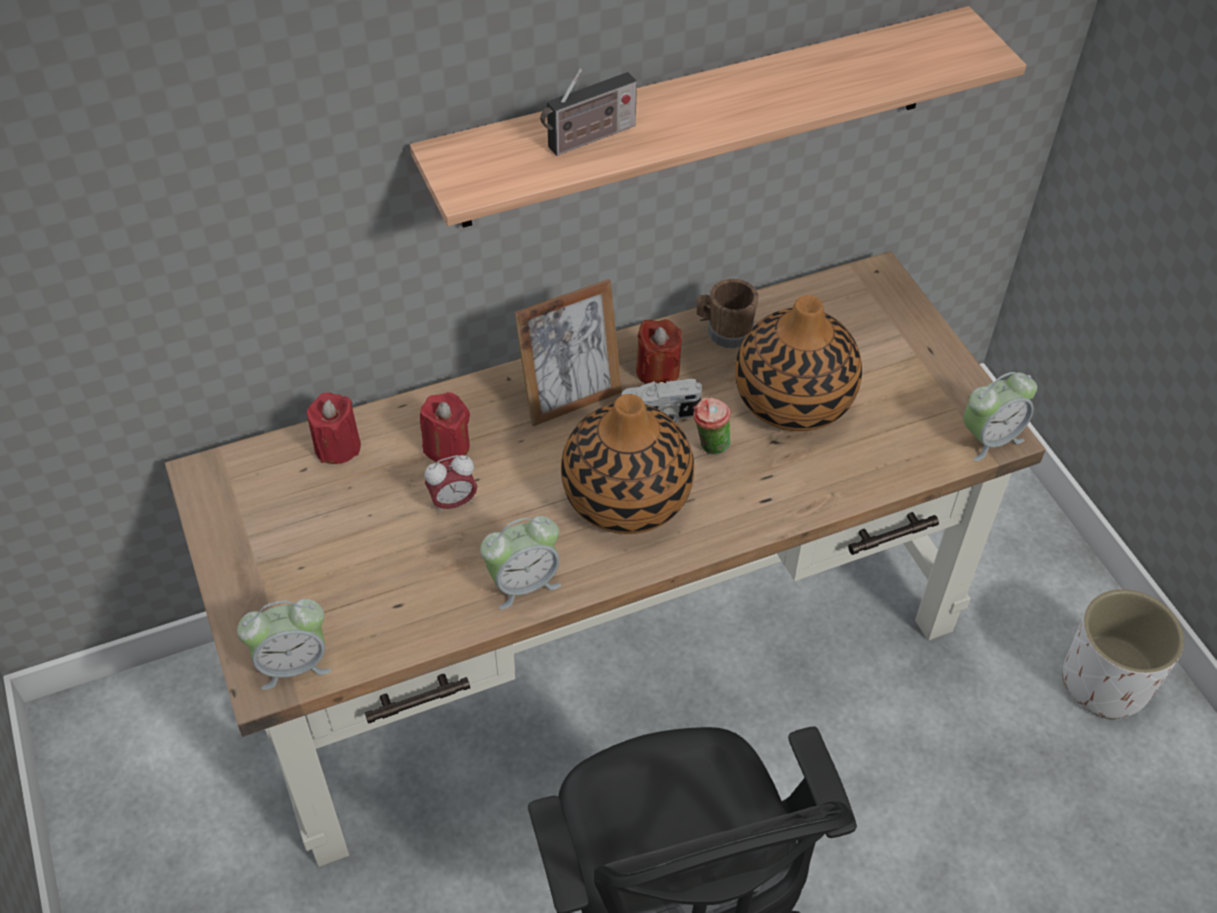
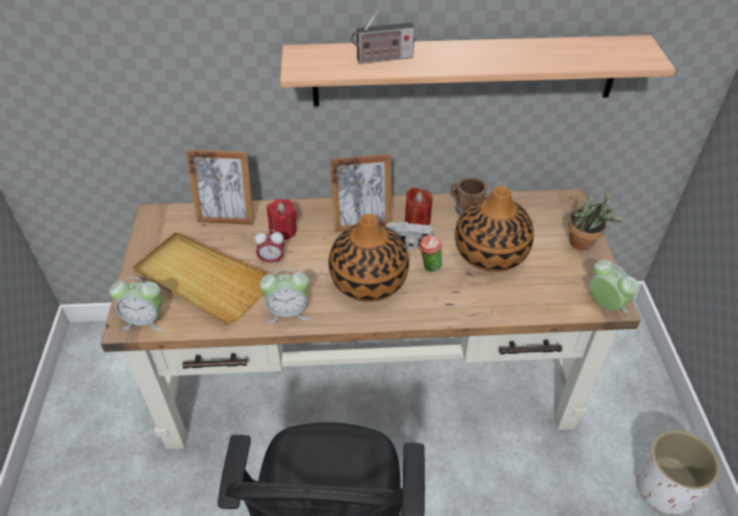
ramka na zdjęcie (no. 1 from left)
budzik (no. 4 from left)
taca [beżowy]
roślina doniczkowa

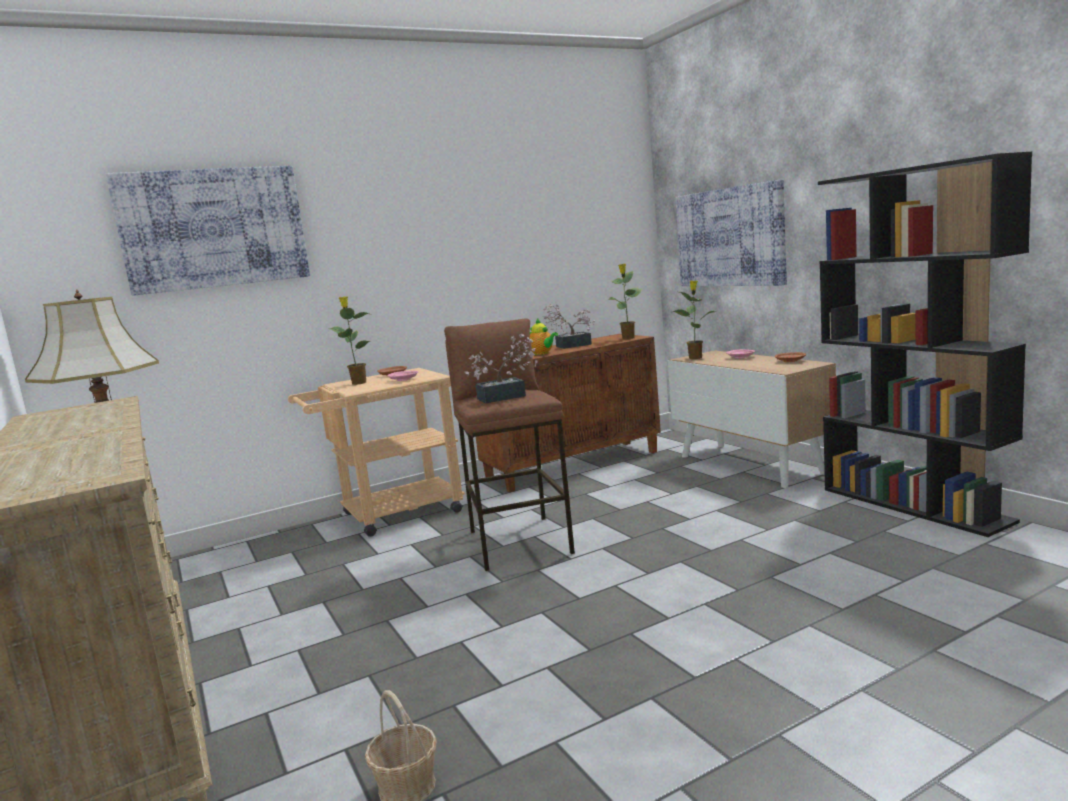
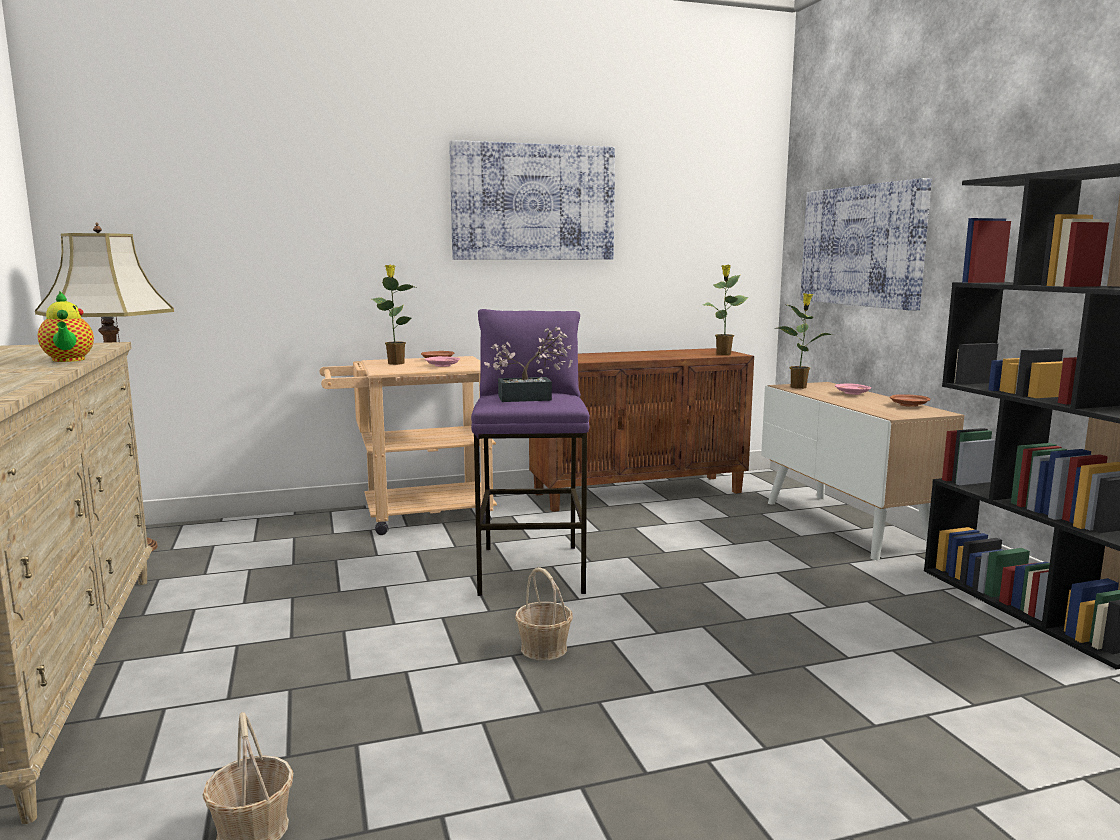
obraz (no. 1 from left)
stołek [fioletowy]
imbryk
roślina doniczkowa (no. 3 from left in the first image)
koszyk (no. 2 from left)

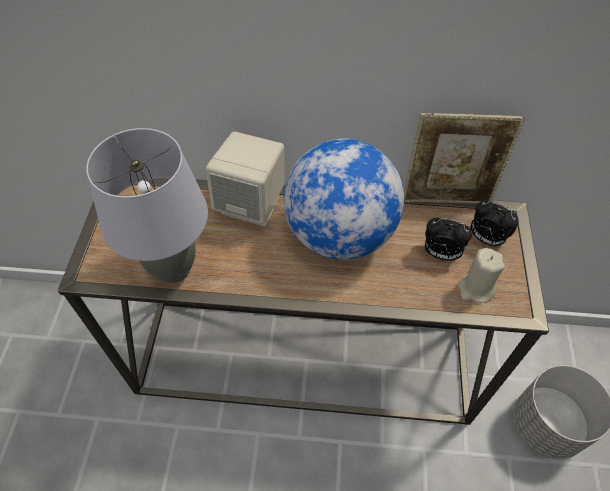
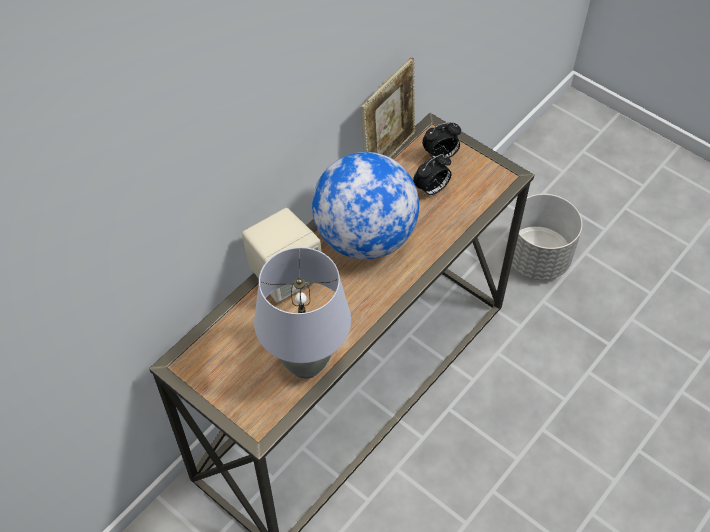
świeca [beżowy]

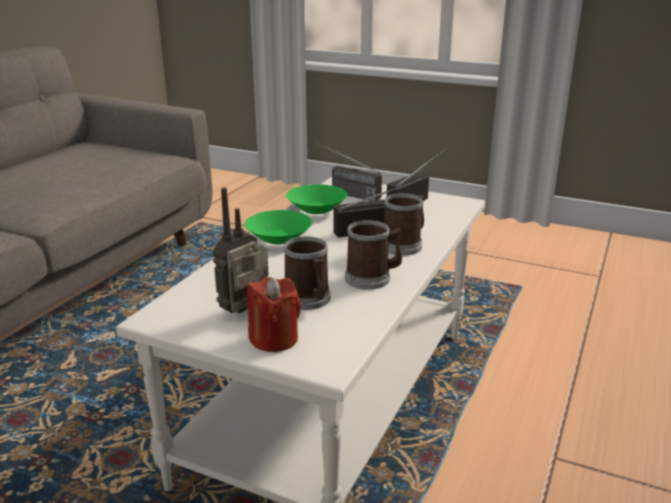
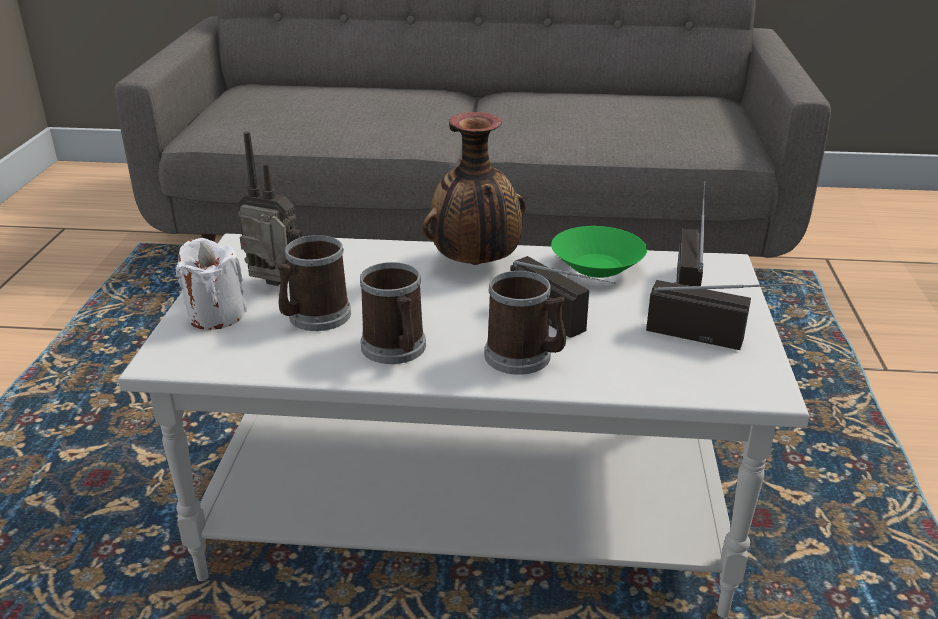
wazon
świeca [biały]

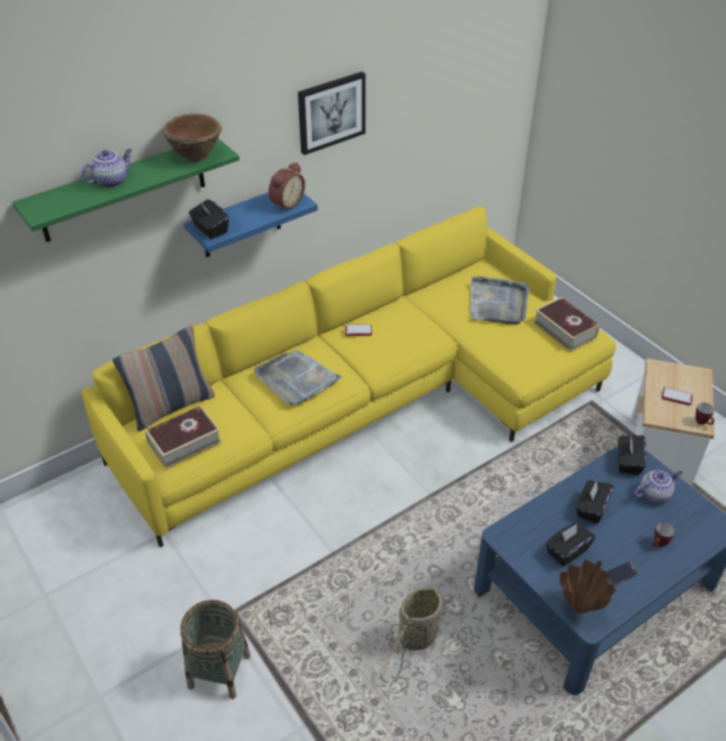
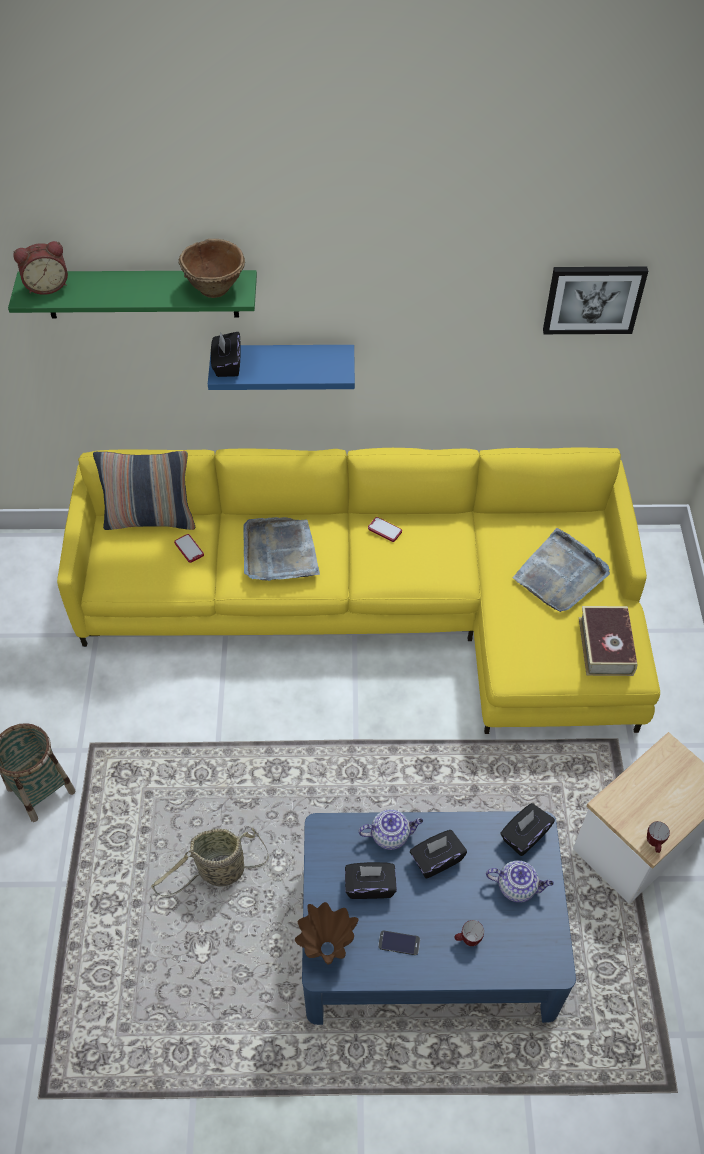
imbryk (no. 1 from left)
książka (no. 1 from left in the first image)
budzik
obraz
telefon (no. 1 from left)

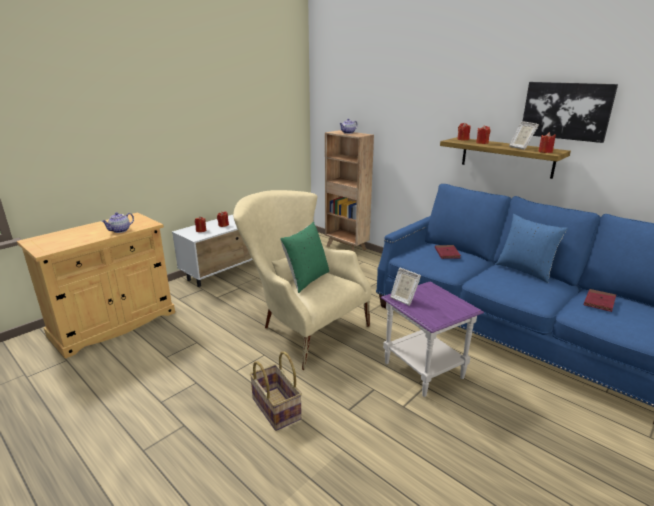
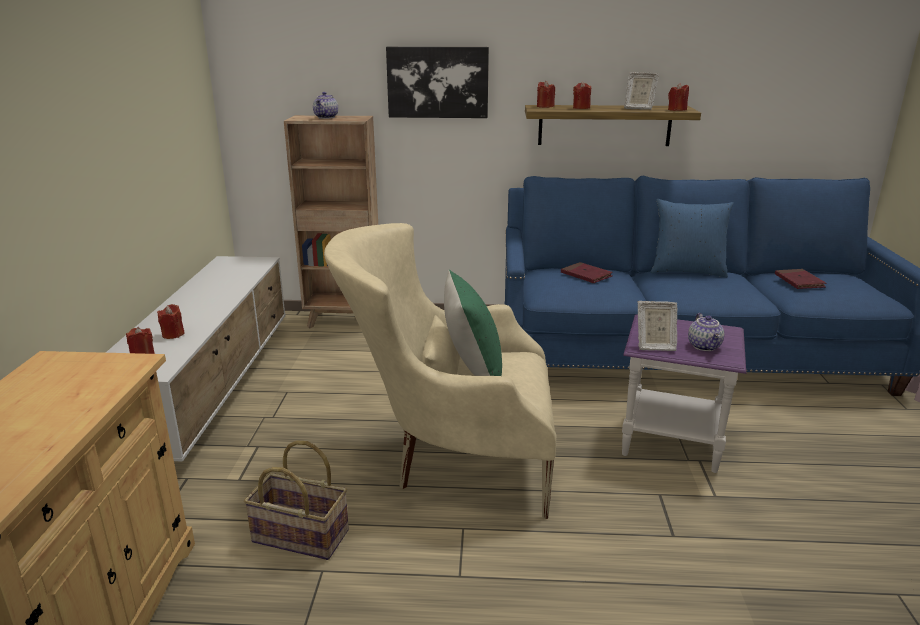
imbryk (no. 2 from left)
koszyk
obraz

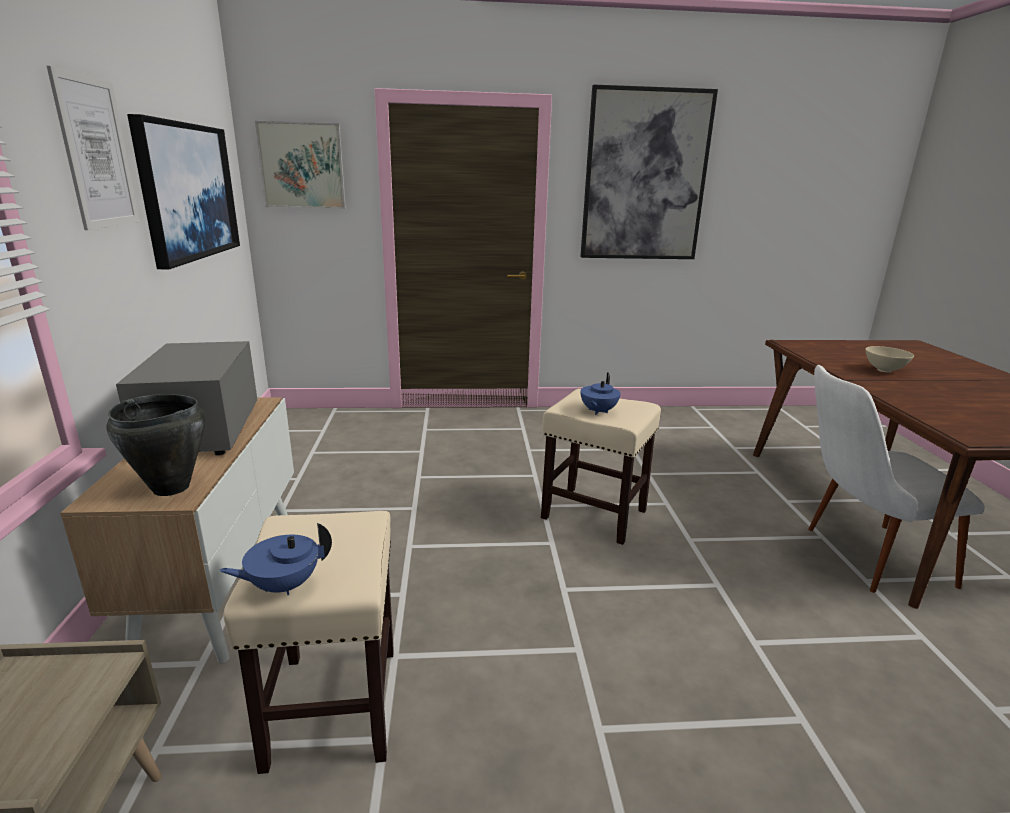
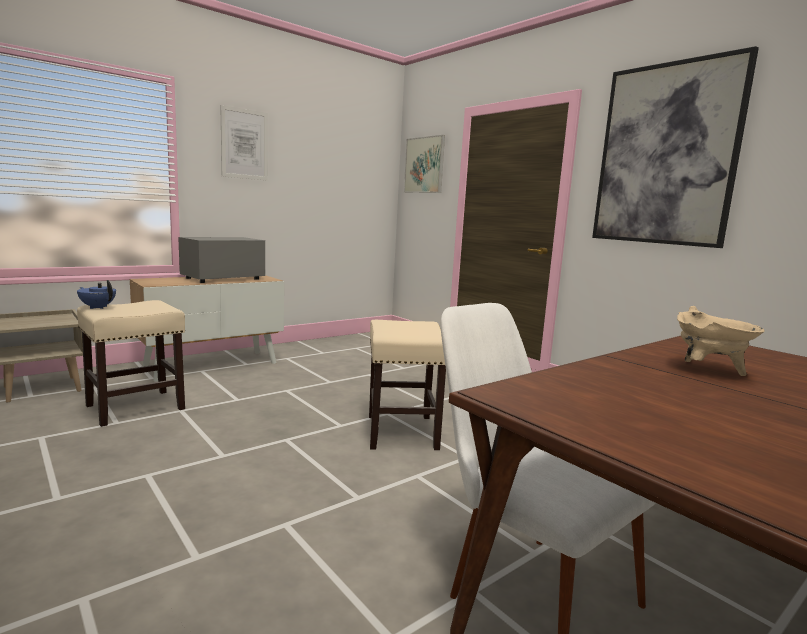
garnek [czarny]
obraz (no. 2 from left in the first image)
imbryk [niebieski] (no. 2 from left in the first image)
garnek [beżowy]

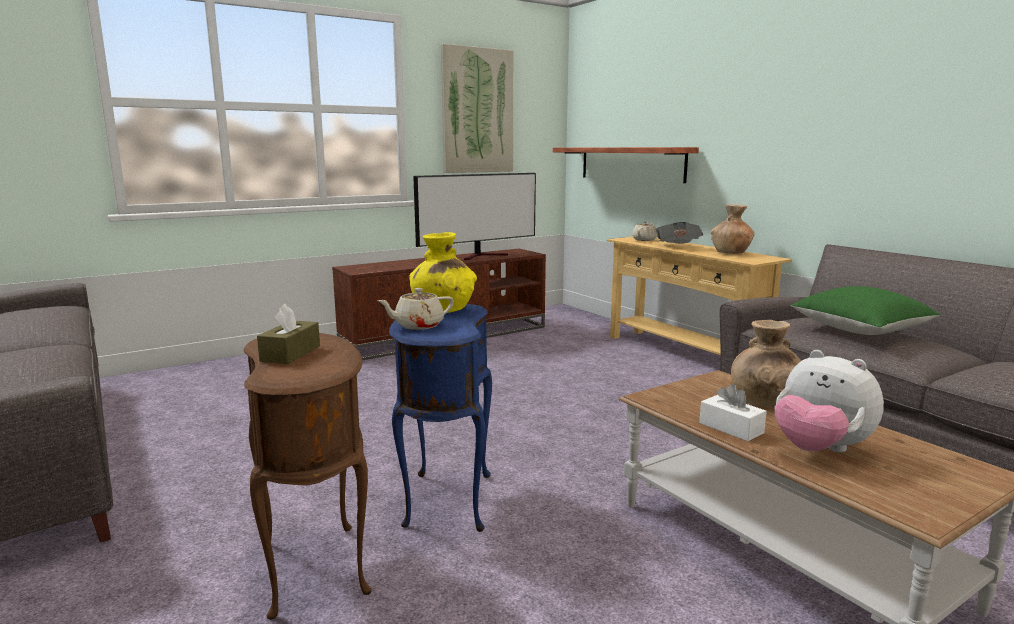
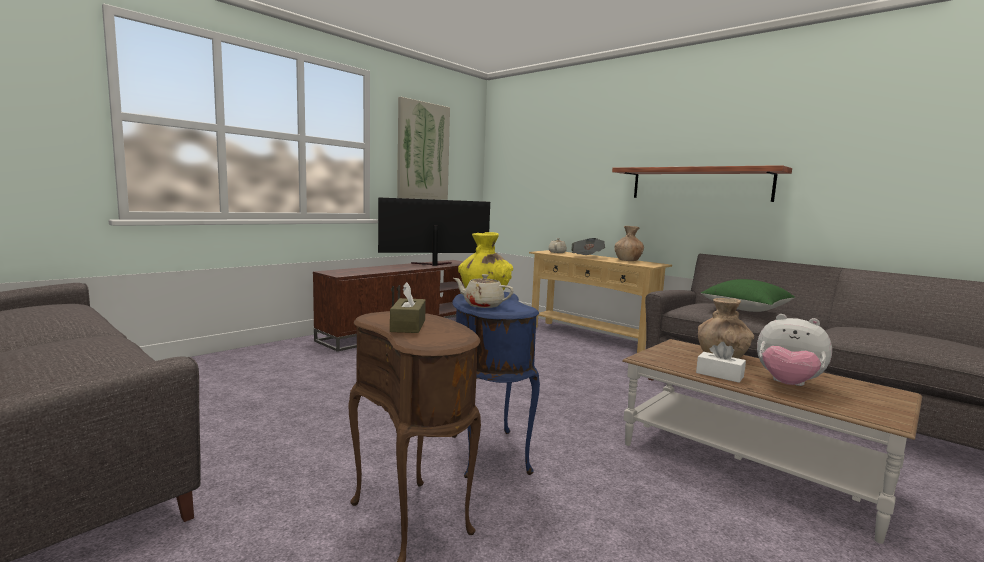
imbryk [beżowy] (no. 1 from left)
telewizor
półka

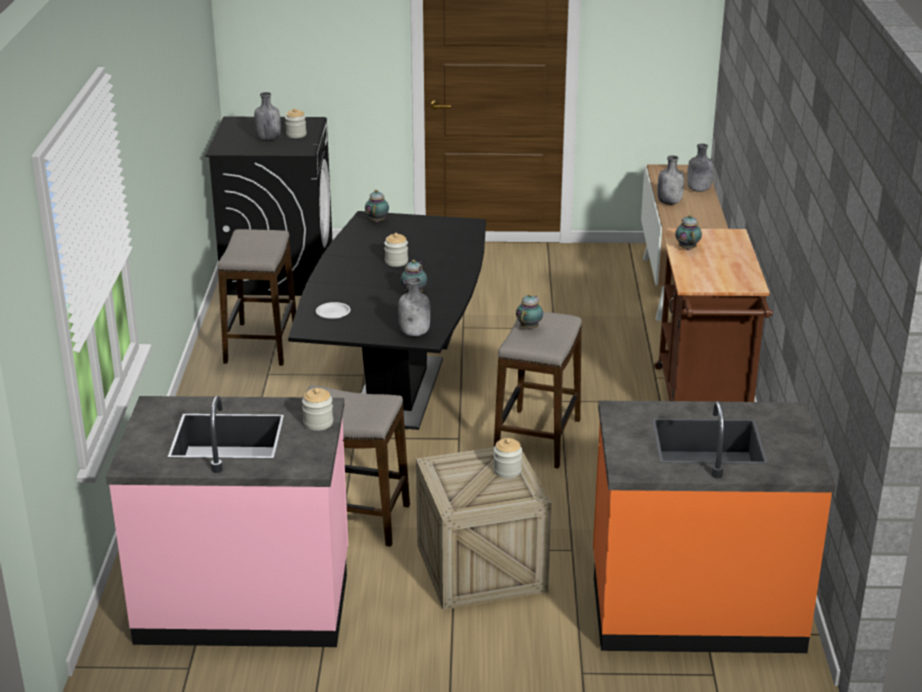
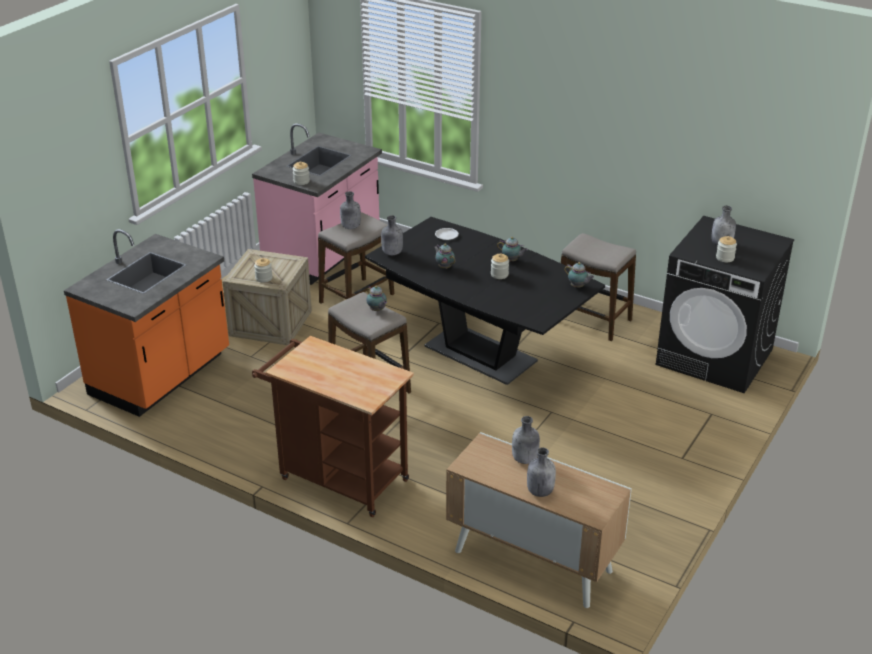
imbryk (no. 3 from left)
butelka [szary] (no. 1 from left)

